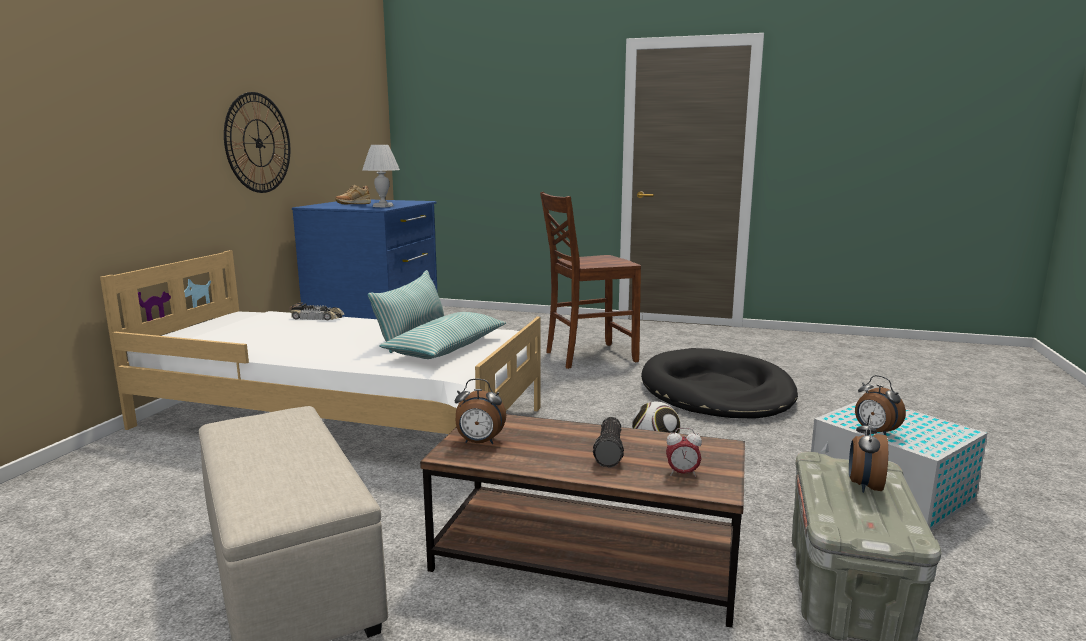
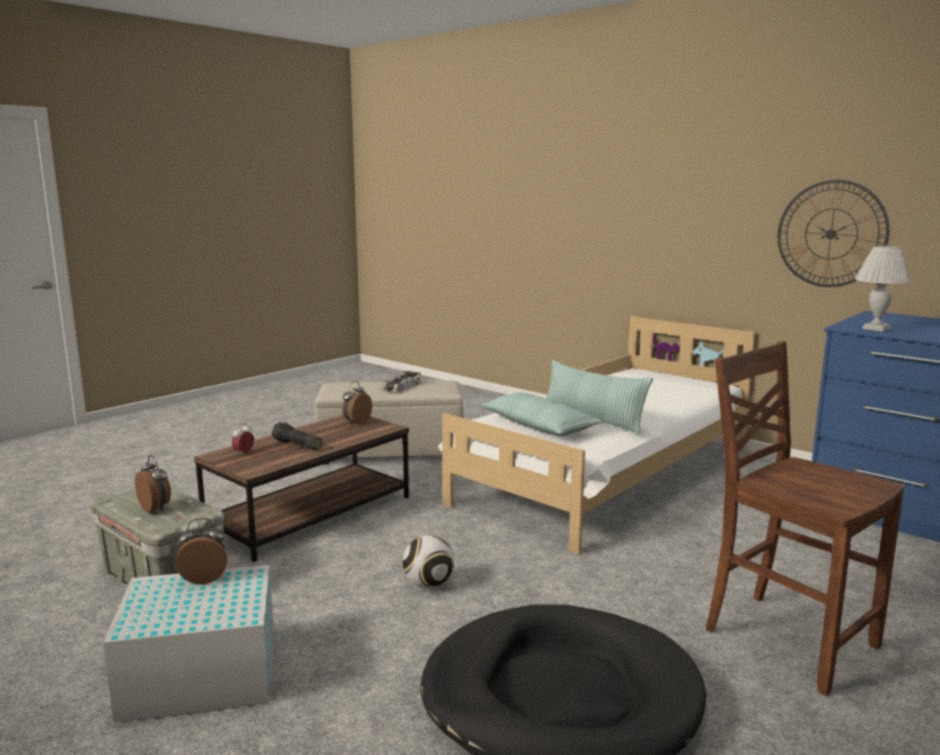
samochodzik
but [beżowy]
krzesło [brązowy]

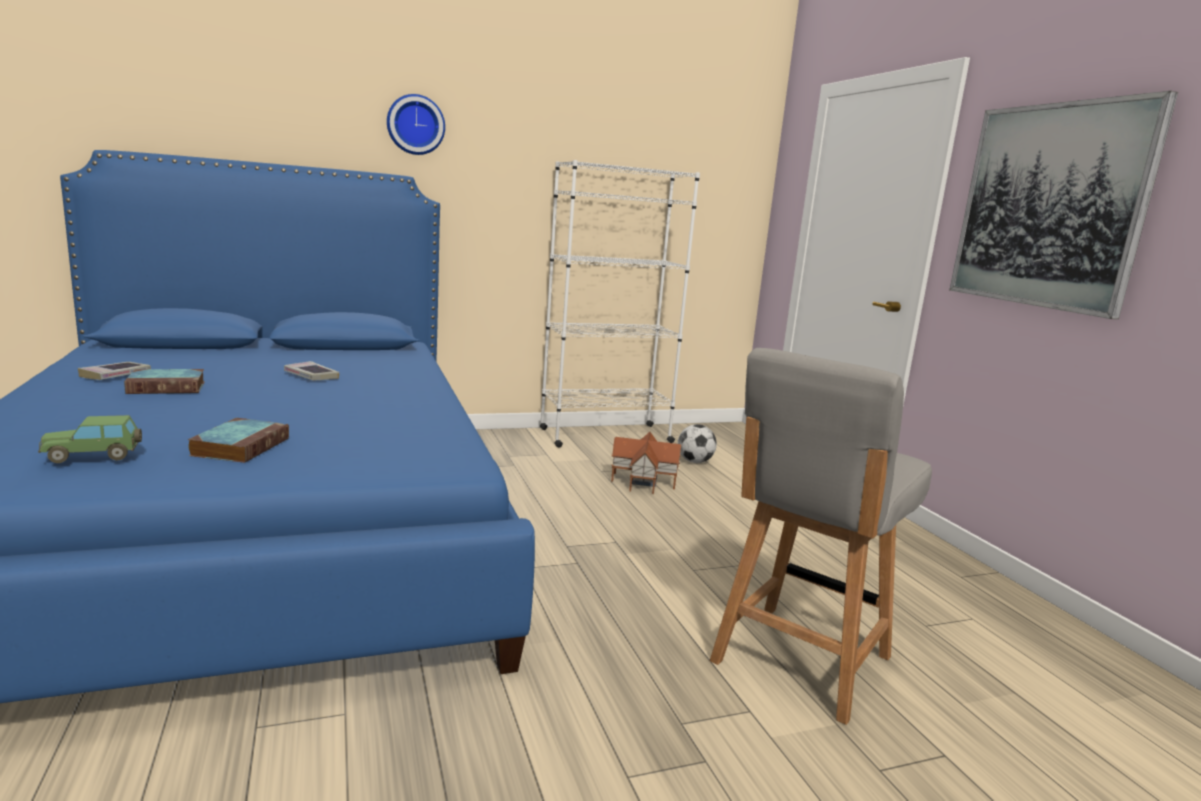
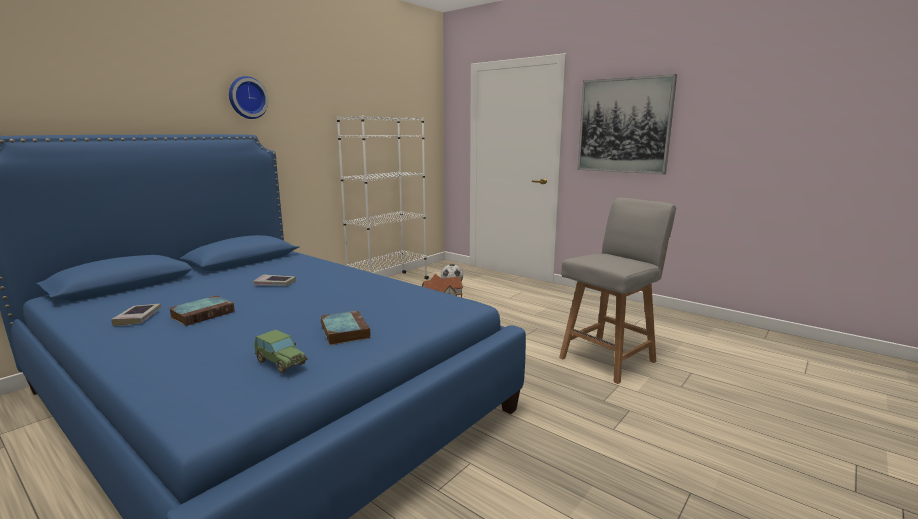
samochodzik
krzesło [szary]

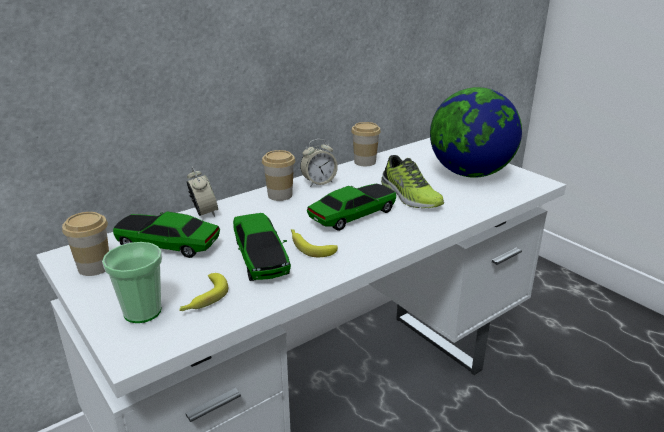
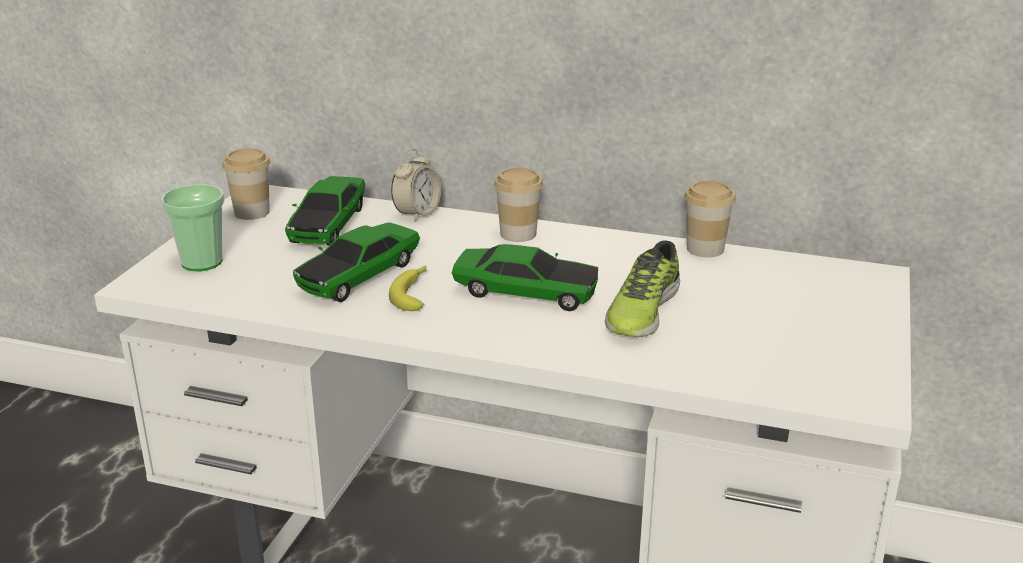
samochodzik (no. 1 from left)
banan (no. 1 from left in the first image)
budzik (no. 2 from left in the first image)
globus

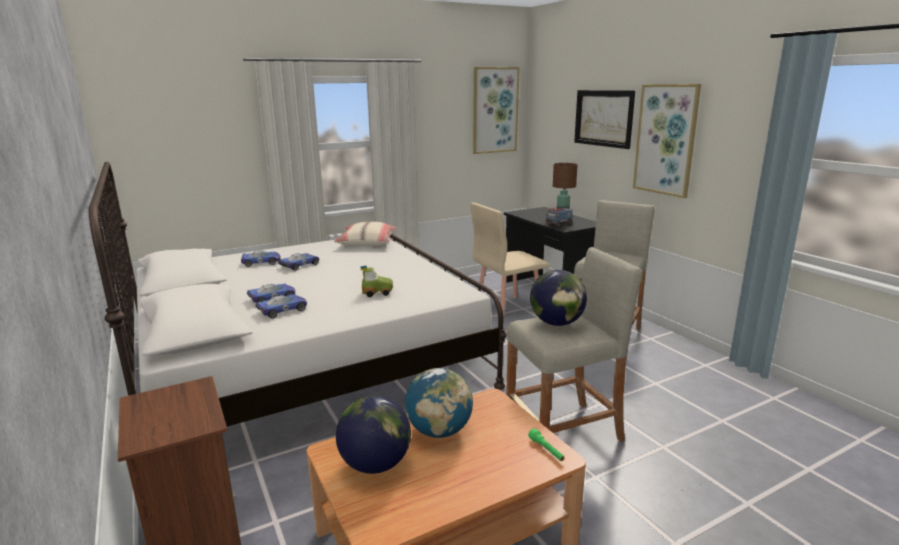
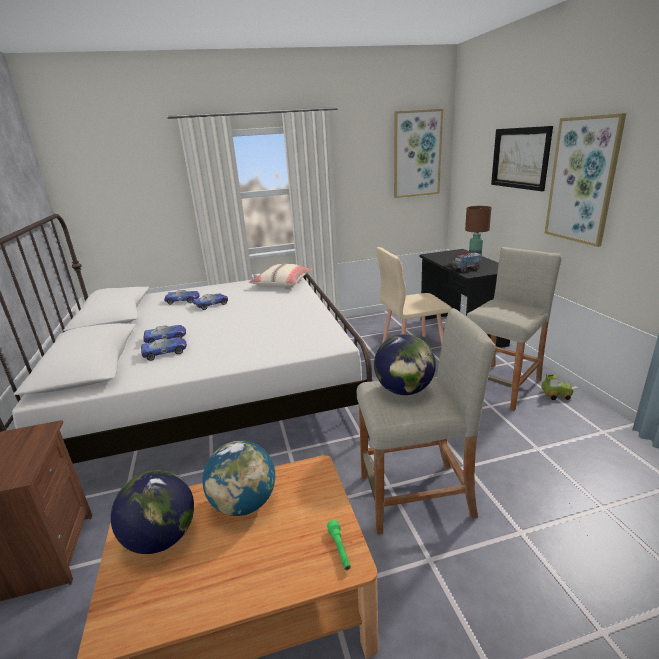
samochodzik (no. 5 from left)

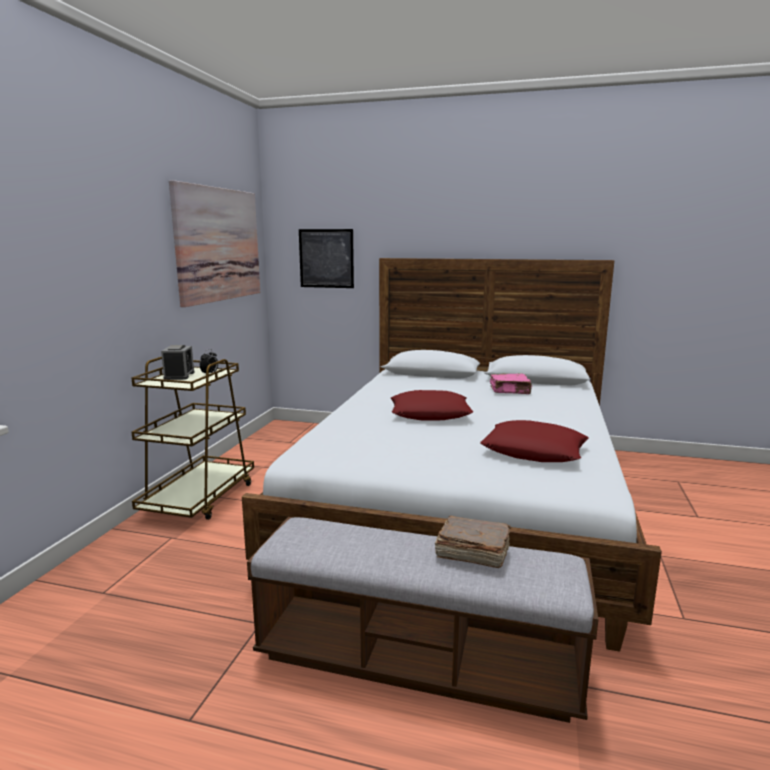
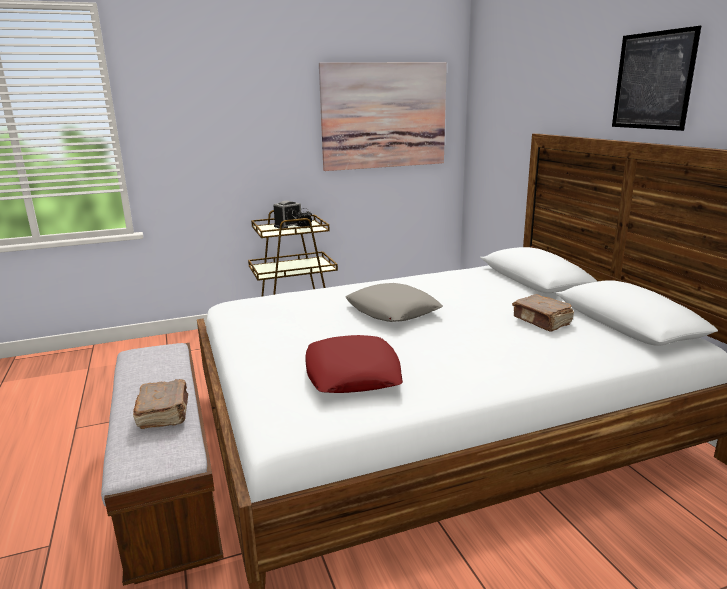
obraz (no. 2 from left)
poduszka [szary]
książka [brązowy] (no. 2 from left)

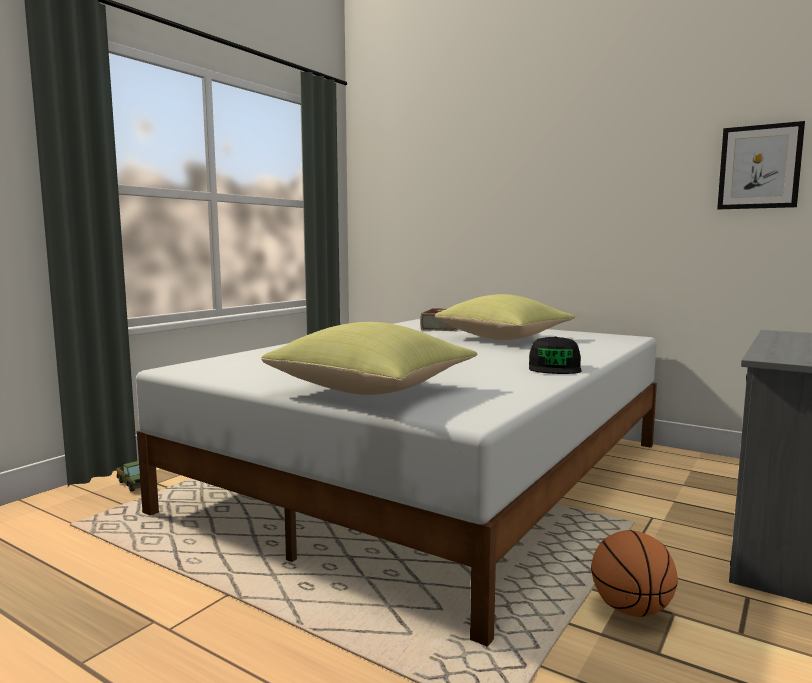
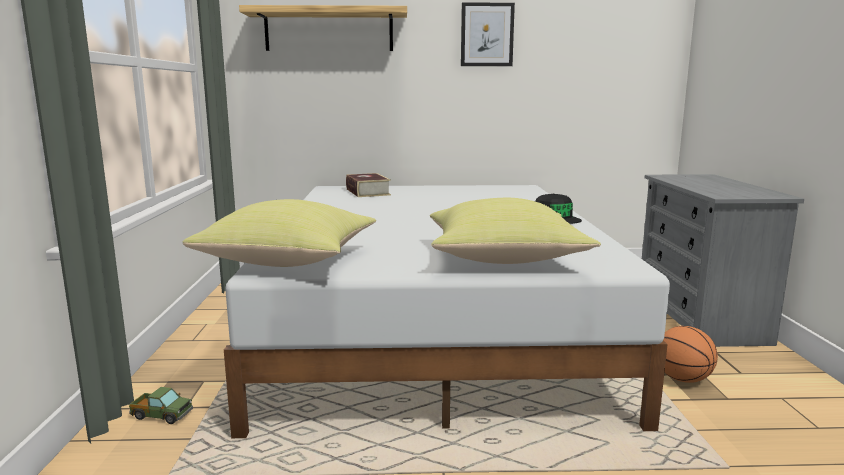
poduszka [żółty] (no. 1 from left)
obraz
półka

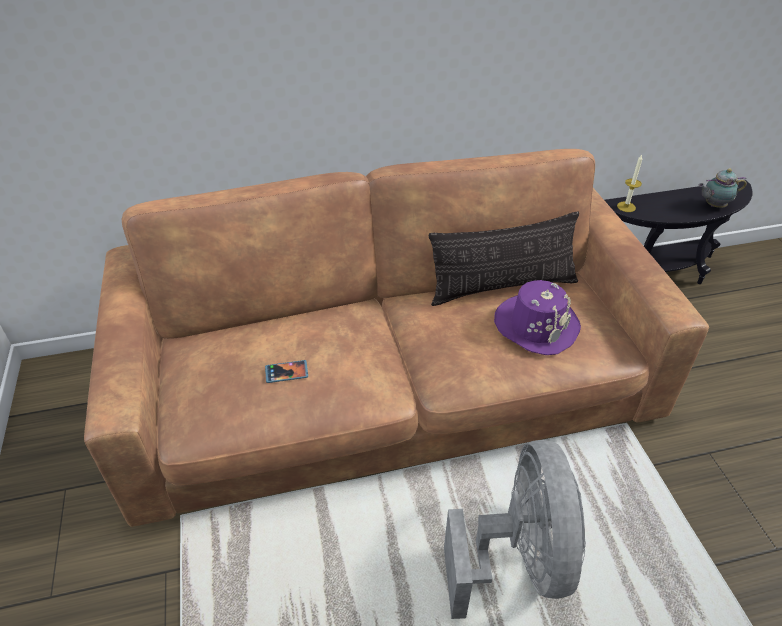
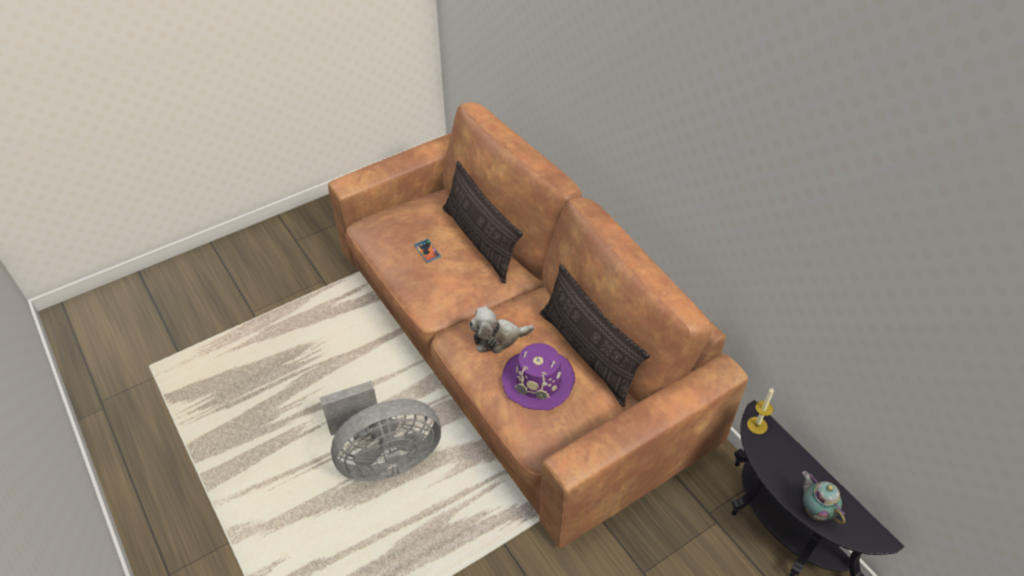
poduszka (no. 1 from left)
pluszak

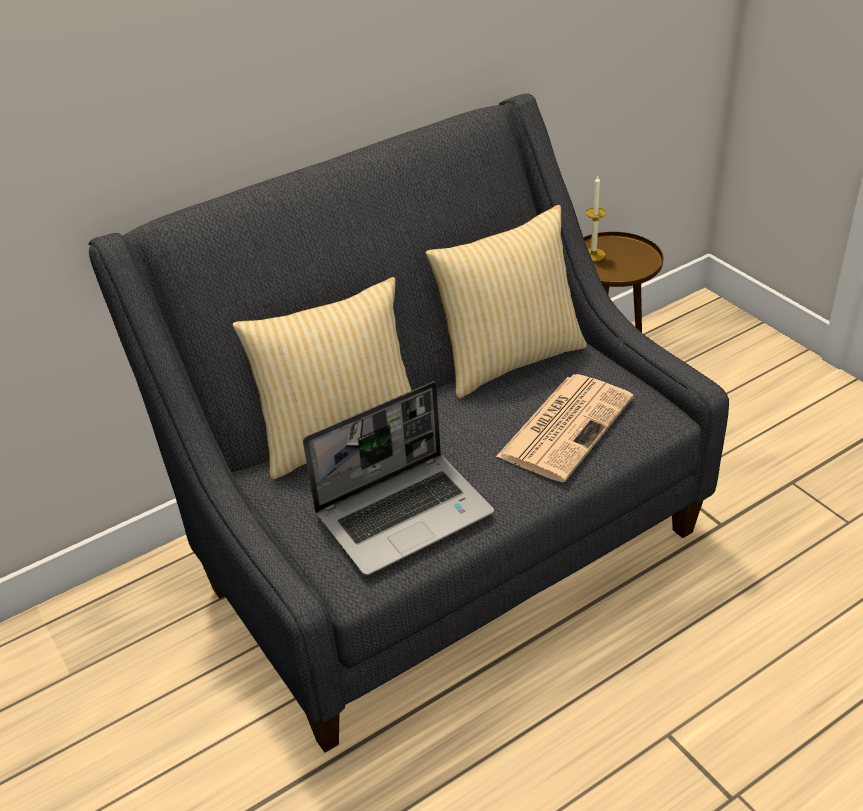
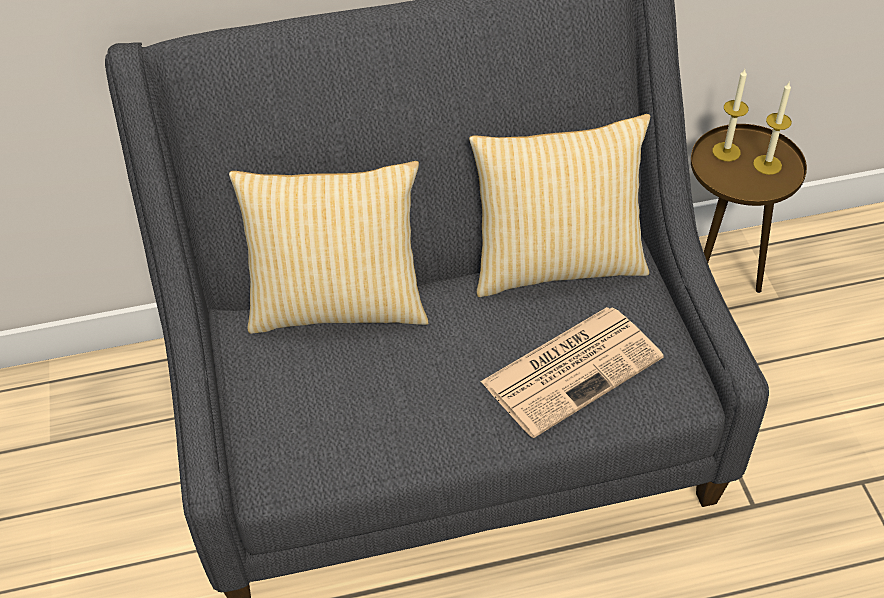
laptop
świeca (no. 2 from left)

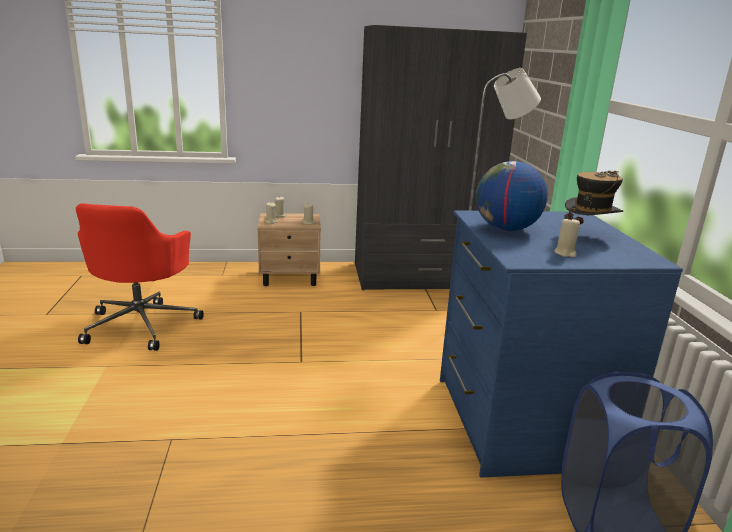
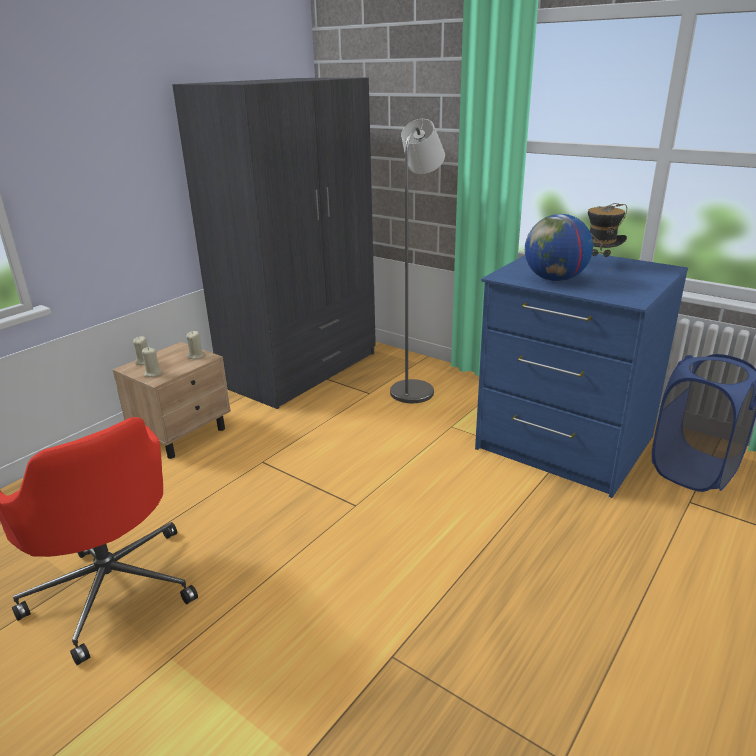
świeca [beżowy] (no. 4 from left in the first image)

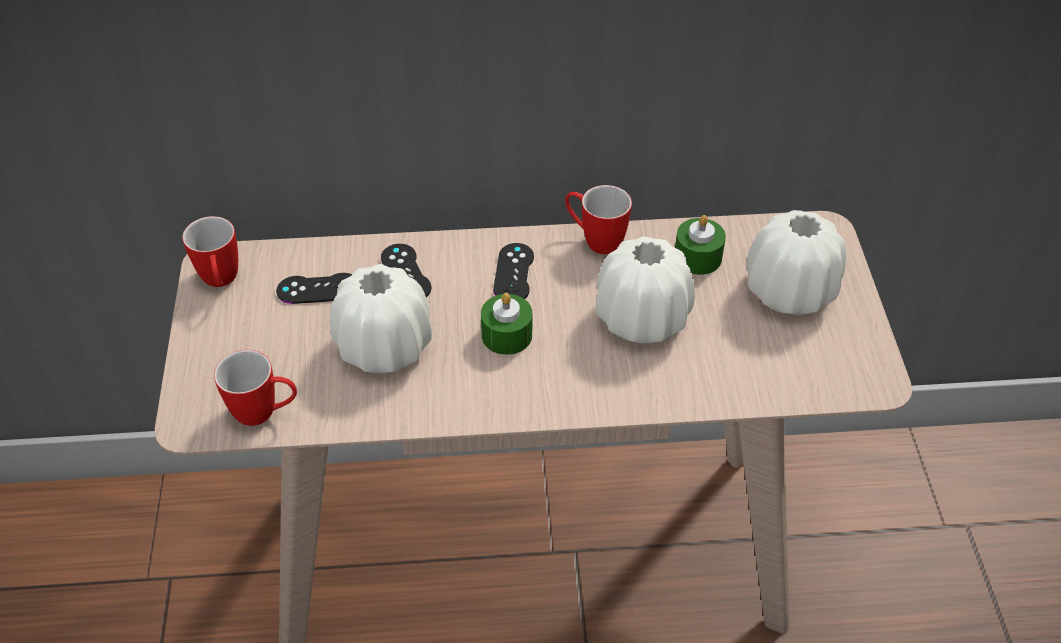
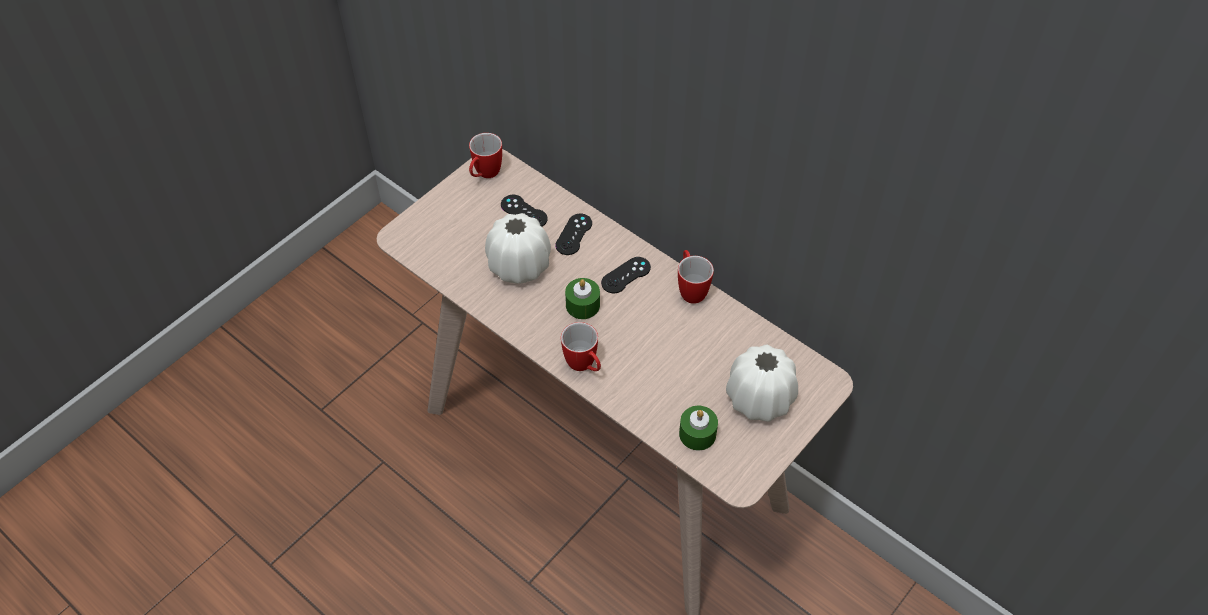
kubek (no. 2 from left)
wazon [biały] (no. 2 from left in the first image)
świeca [zielony] (no. 2 from left)

